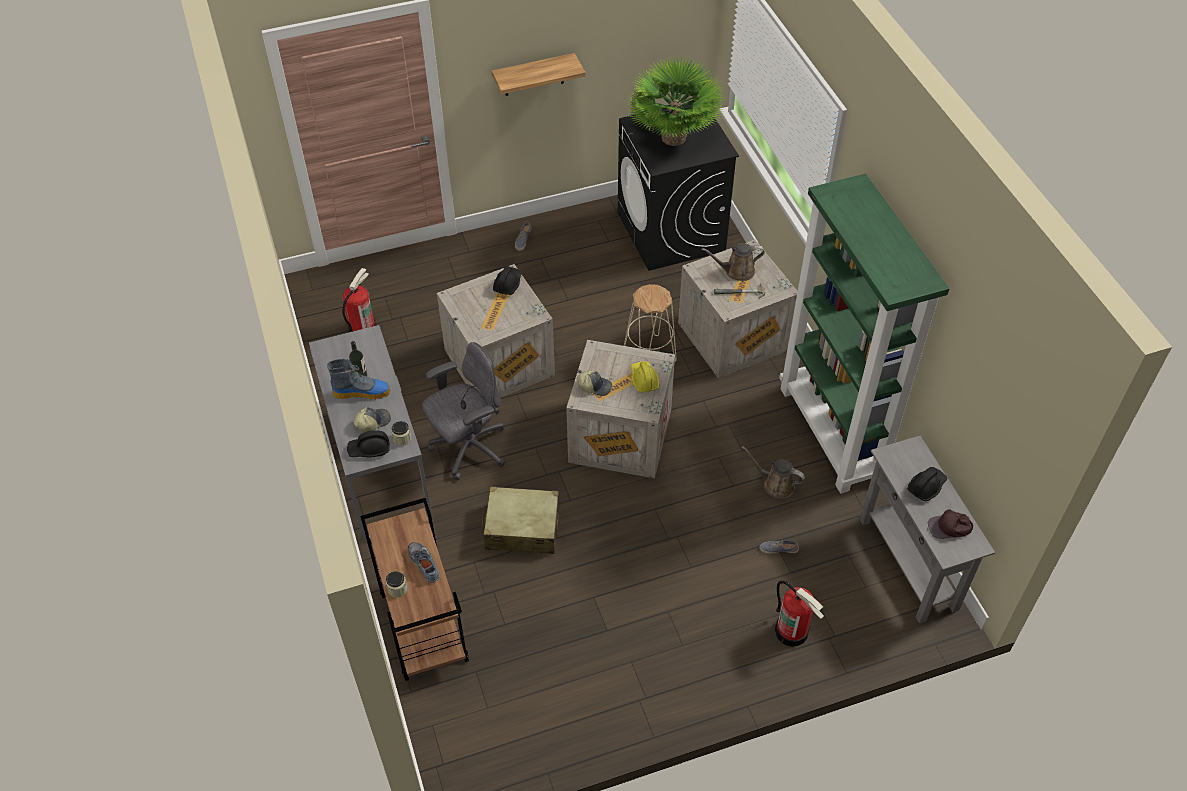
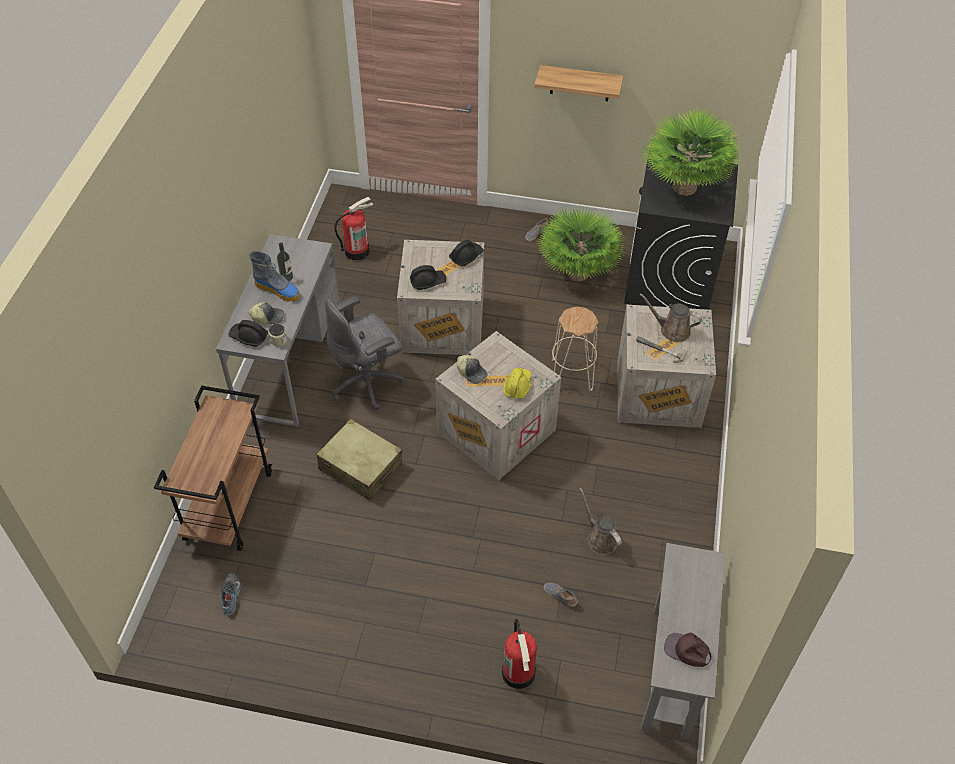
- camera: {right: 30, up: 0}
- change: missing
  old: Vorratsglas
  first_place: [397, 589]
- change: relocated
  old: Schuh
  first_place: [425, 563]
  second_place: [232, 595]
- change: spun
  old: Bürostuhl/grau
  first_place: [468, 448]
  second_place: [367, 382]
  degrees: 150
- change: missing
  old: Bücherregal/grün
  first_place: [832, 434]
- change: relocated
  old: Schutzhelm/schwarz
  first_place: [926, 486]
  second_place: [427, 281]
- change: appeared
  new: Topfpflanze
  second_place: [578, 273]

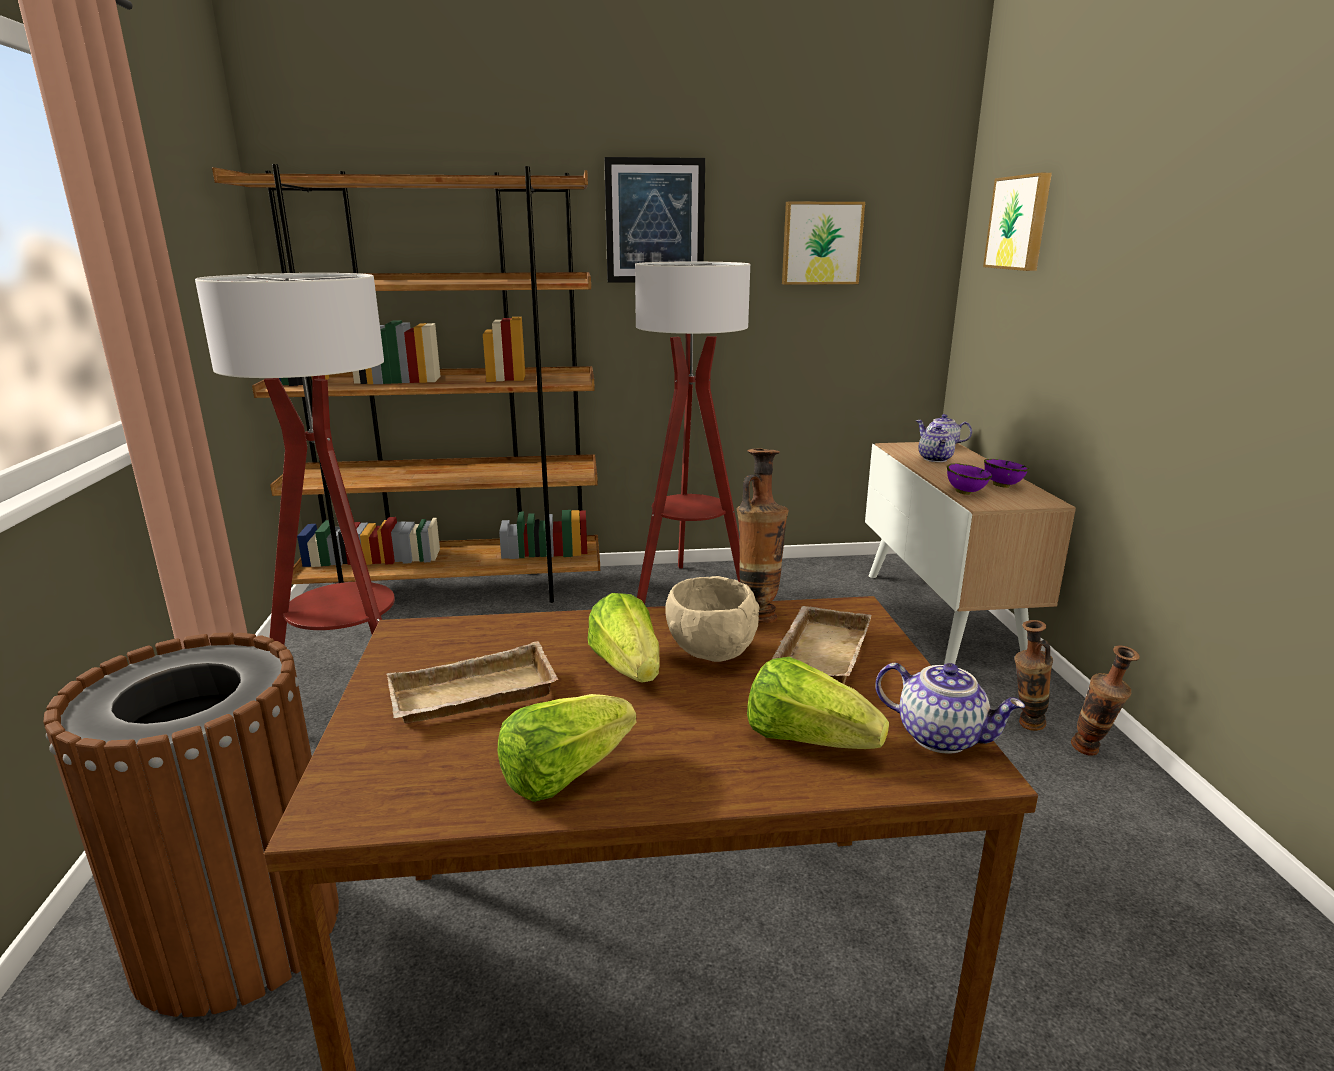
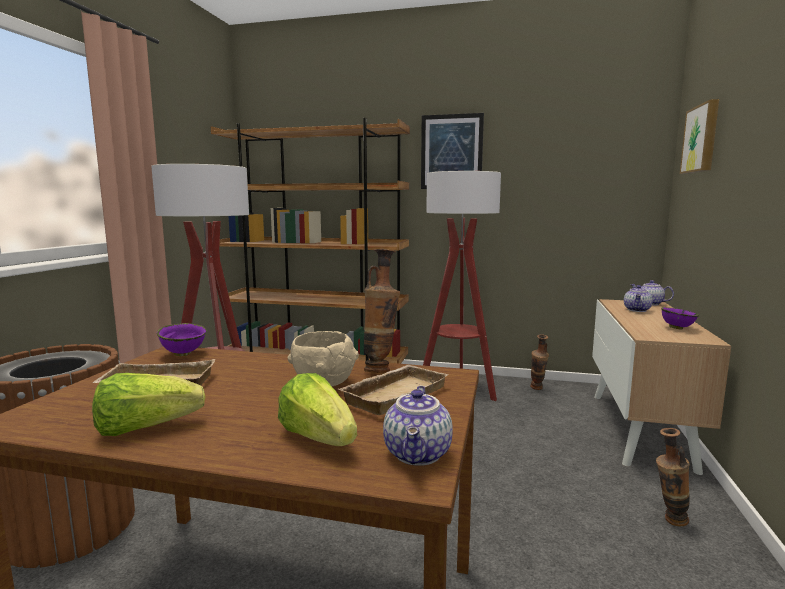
- camera: {right: 20, up: -10}
- change: missing
  old: Salatkopf
  first_place: [627, 667]
- change: missing
  old: Bild
  first_place: [821, 243]
- change: spun
  old: Teekanne
  first_place: [941, 736]
  second_place: [419, 454]
  degrees: 45
- change: relocated
  old: Schüssel/lila
  first_place: [965, 492]
  second_place: [184, 354]
- change: relocated
  old: Vase
  first_place: [1091, 753]
  second_place: [537, 389]

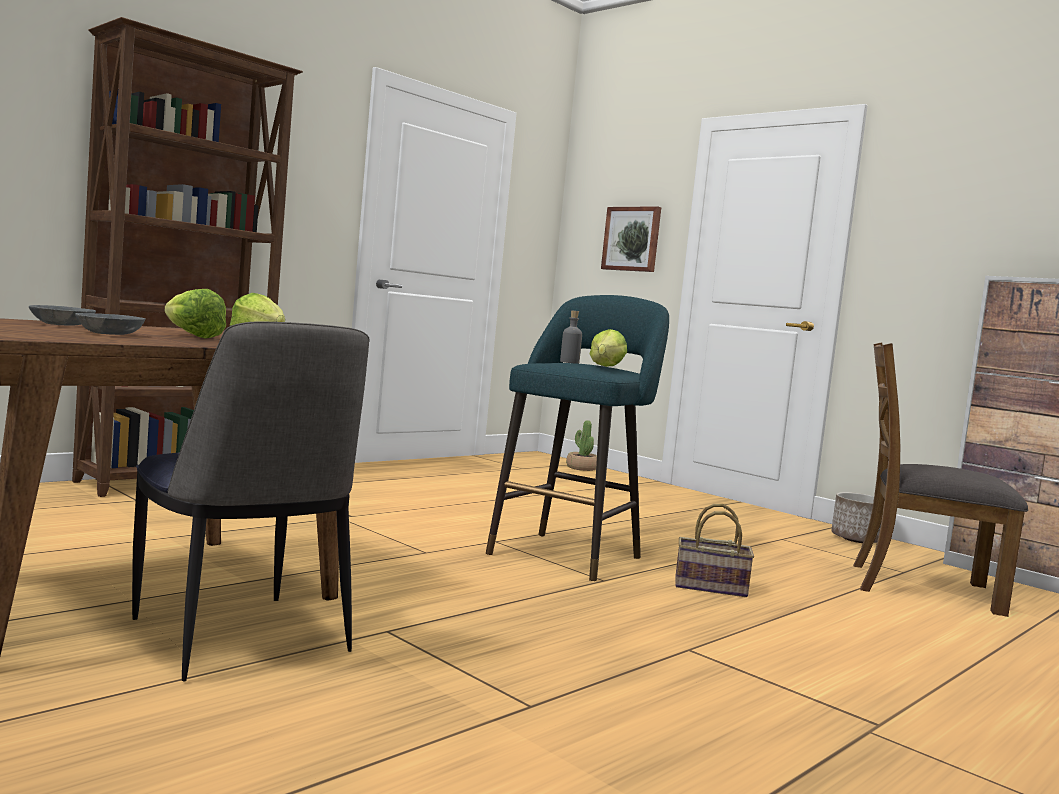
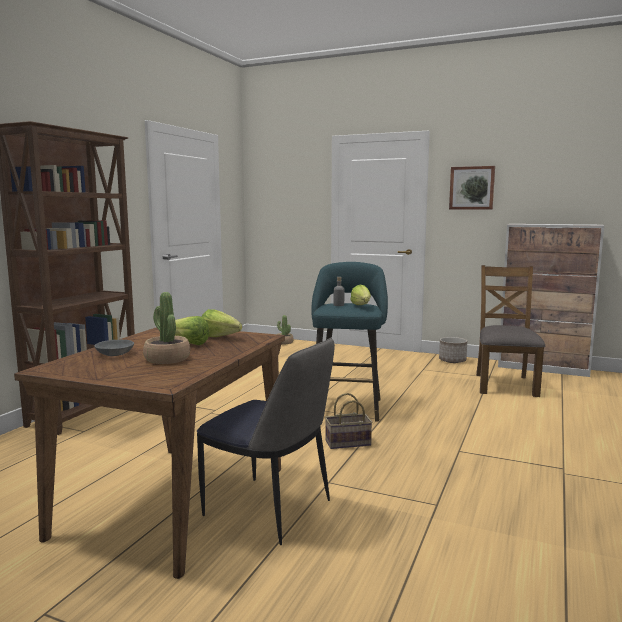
- camera: {right: -20, up: 5}
- change: exchanged
  old: Schüssel/grau
  new: Topfpflanze
  first_place: [108, 333]
  second_place: [167, 359]
- change: relocated
  old: Bild
  first_place: [632, 239]
  second_place: [472, 188]
- change: relocated
  old: Korb
  first_place: [708, 587]
  second_place: [347, 443]
- change: spun
  old: Stuhl/braun
  first_place: [922, 587]
  second_place: [504, 384]
  degrees: 105

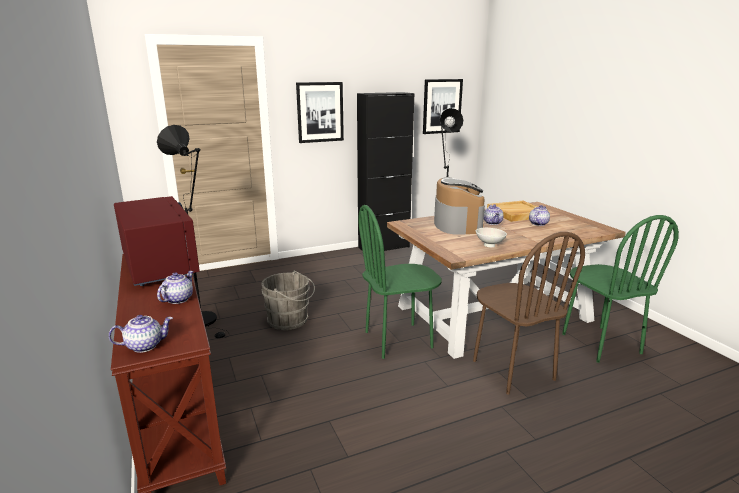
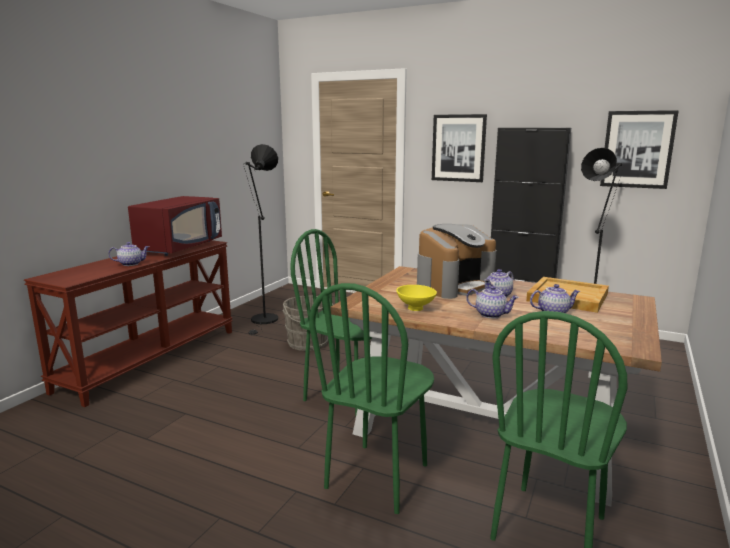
- camera: {right: 50, up: -5}
- change: relocated
  old: Teekanne
  first_place: [145, 345]
  second_place: [491, 314]
- change: colour
  old: Stuhl/braun
  new: Stuhl/grün
  first_place: [512, 370]
  second_place: [378, 476]
- change: colour
  old: Schüssel/weiß
  new: Schüssel/gelb
  first_place: [489, 245]
  second_place: [416, 308]

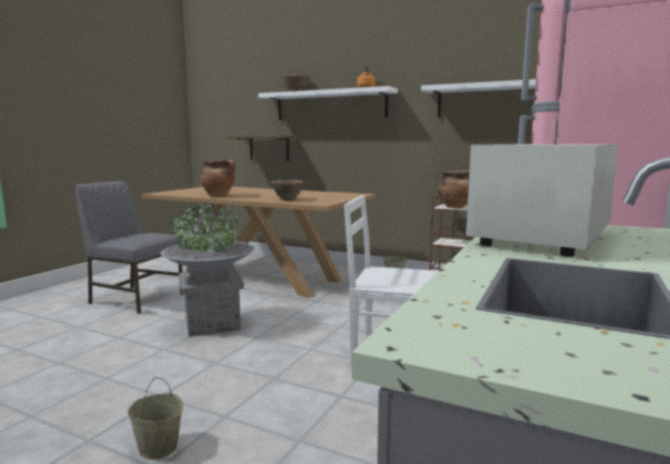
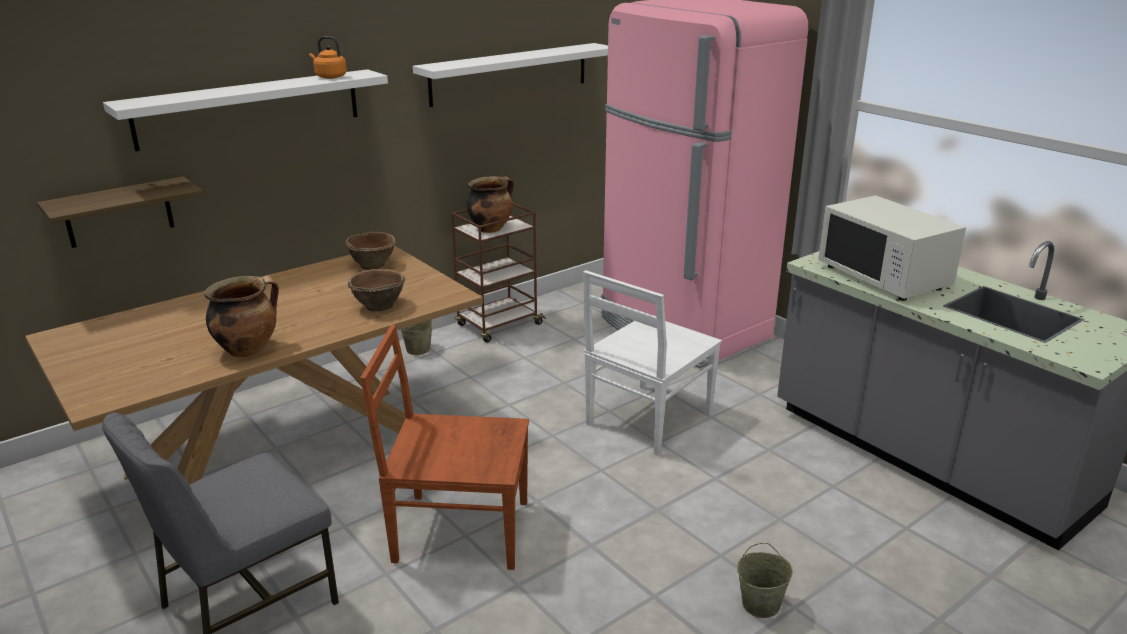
- camera: {right: -65, up: 15}
- change: exchanged
  old: Pflanzkübel/grau
  new: Stuhl/braun
  first_place: [212, 324]
  second_place: [458, 530]
- change: relocated
  old: Schüssel/braun
  first_place: [296, 92]
  second_place: [373, 265]

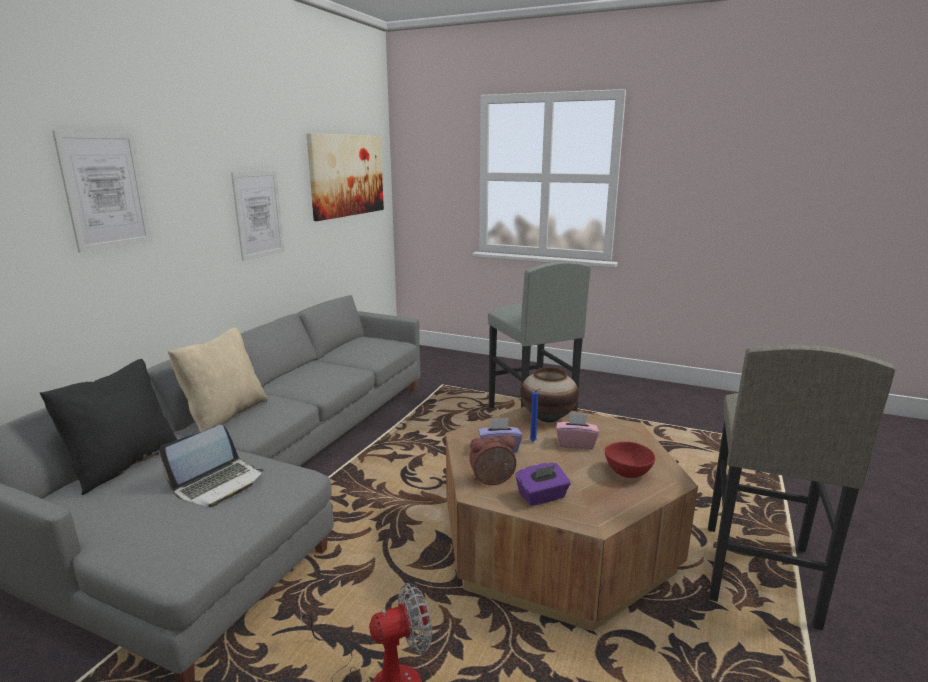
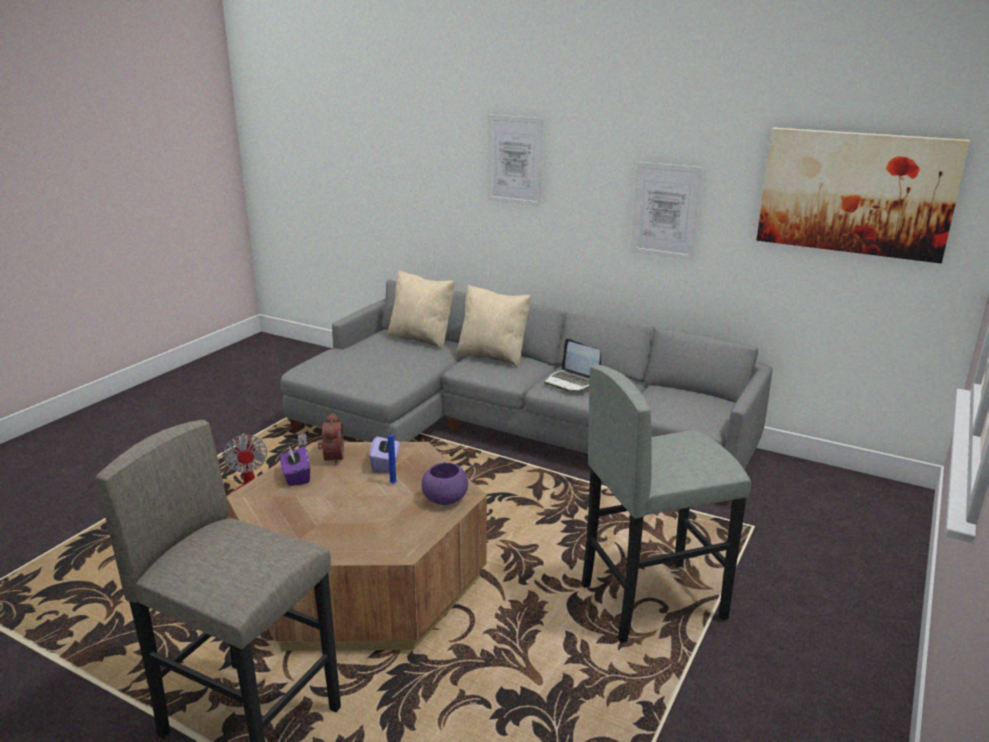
- camera: {right: 95, up: 5}
- change: colour
  old: Kissen/schwarz
  new: Kissen/beige
  first_place: [123, 464]
  second_place: [421, 339]
- change: relocated
  old: Laptop
  first_place: [218, 483]
  second_place: [571, 382]
- change: exchanged
  old: Vase
  new: Schüssel/lila
  first_place: [548, 417]
  second_place: [445, 499]
- change: missing
  old: Taschentuchbox/rosa
  first_place: [575, 443]
- change: missing
  old: Schüssel/rot
  first_place: [627, 473]

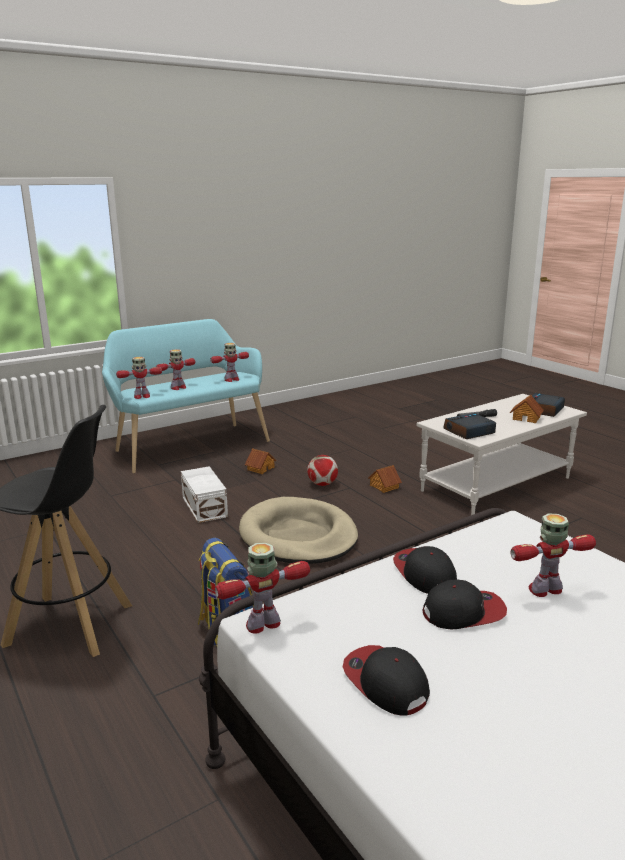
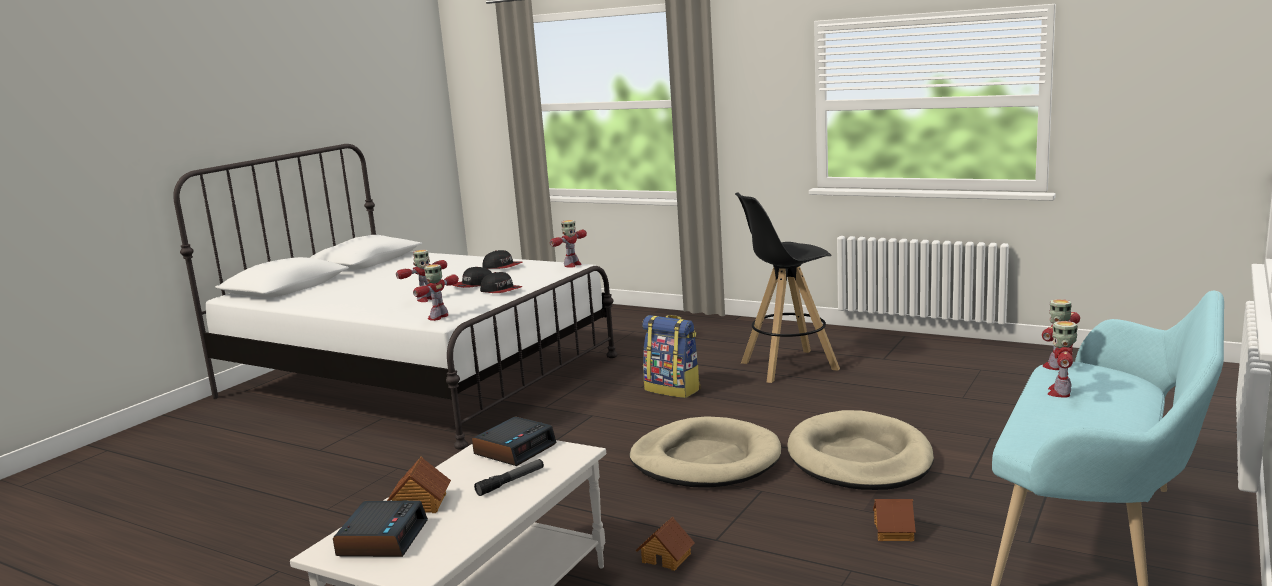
- camera: {right: 155, up: -5}
- change: exchanged
  old: Aufbewahrungsbox/weiß
  new: Hundebett/beige
  first_place: [205, 506]
  second_place: [859, 458]
- change: relocated
  old: Spielzeugroboter
  first_place: [231, 380]
  second_place: [439, 317]
- change: missing
  old: Fußball
  first_place: [322, 484]

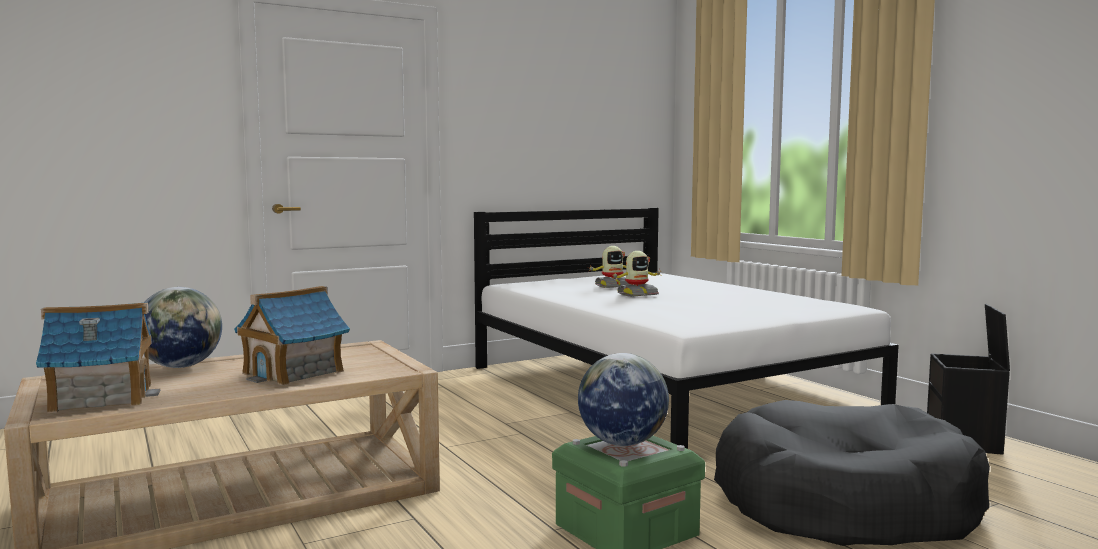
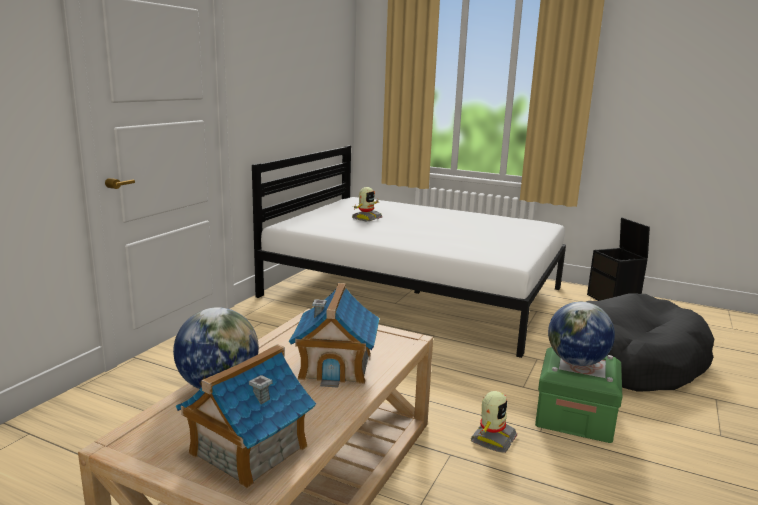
- camera: {right: -35, up: 10}
- change: relocated
  old: Spielzeugroboter
  first_place: [637, 294]
  second_place: [492, 439]

